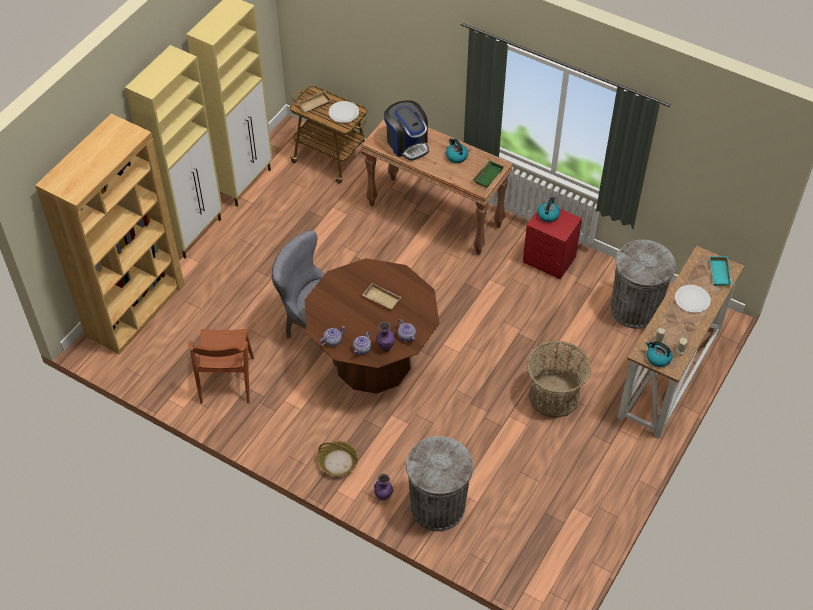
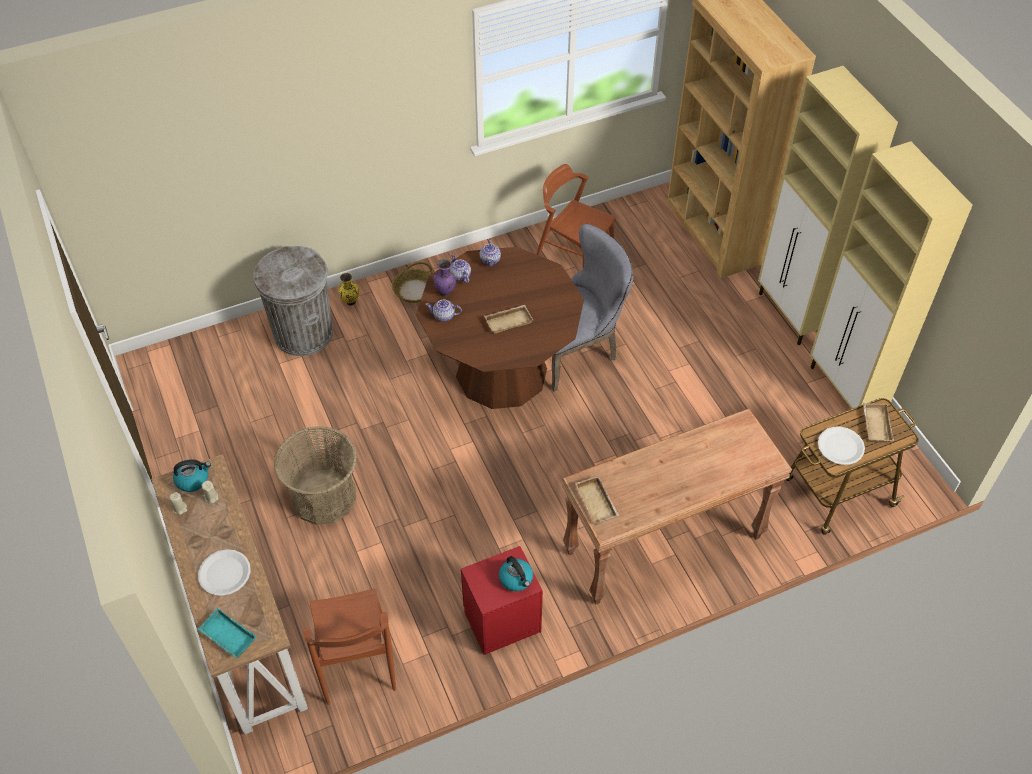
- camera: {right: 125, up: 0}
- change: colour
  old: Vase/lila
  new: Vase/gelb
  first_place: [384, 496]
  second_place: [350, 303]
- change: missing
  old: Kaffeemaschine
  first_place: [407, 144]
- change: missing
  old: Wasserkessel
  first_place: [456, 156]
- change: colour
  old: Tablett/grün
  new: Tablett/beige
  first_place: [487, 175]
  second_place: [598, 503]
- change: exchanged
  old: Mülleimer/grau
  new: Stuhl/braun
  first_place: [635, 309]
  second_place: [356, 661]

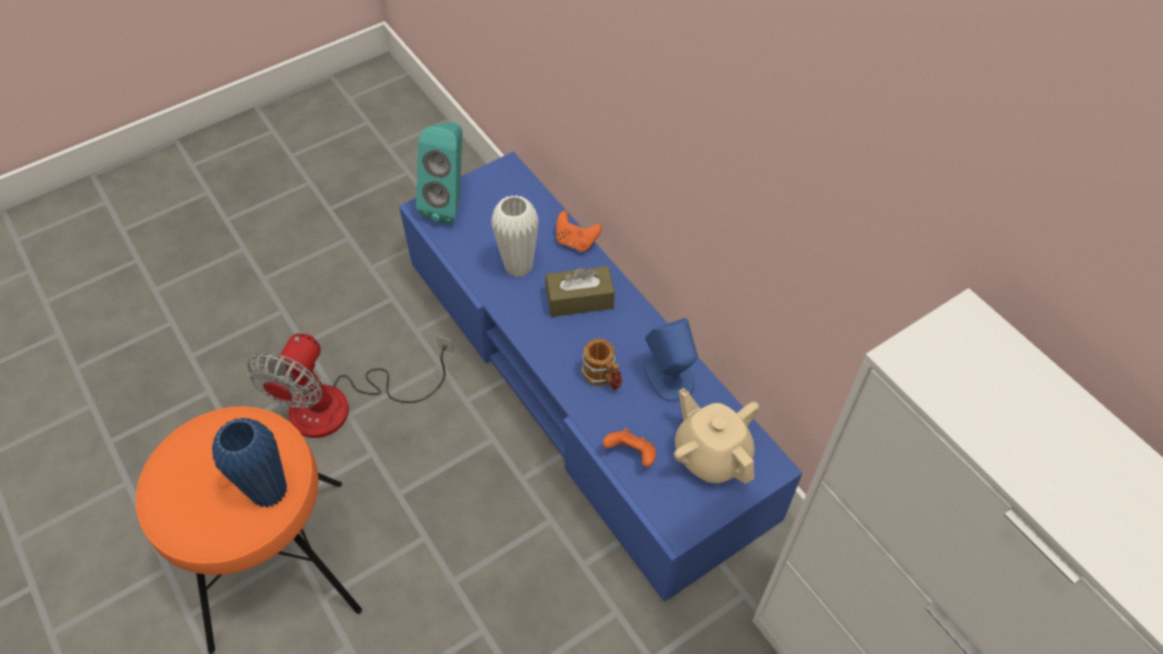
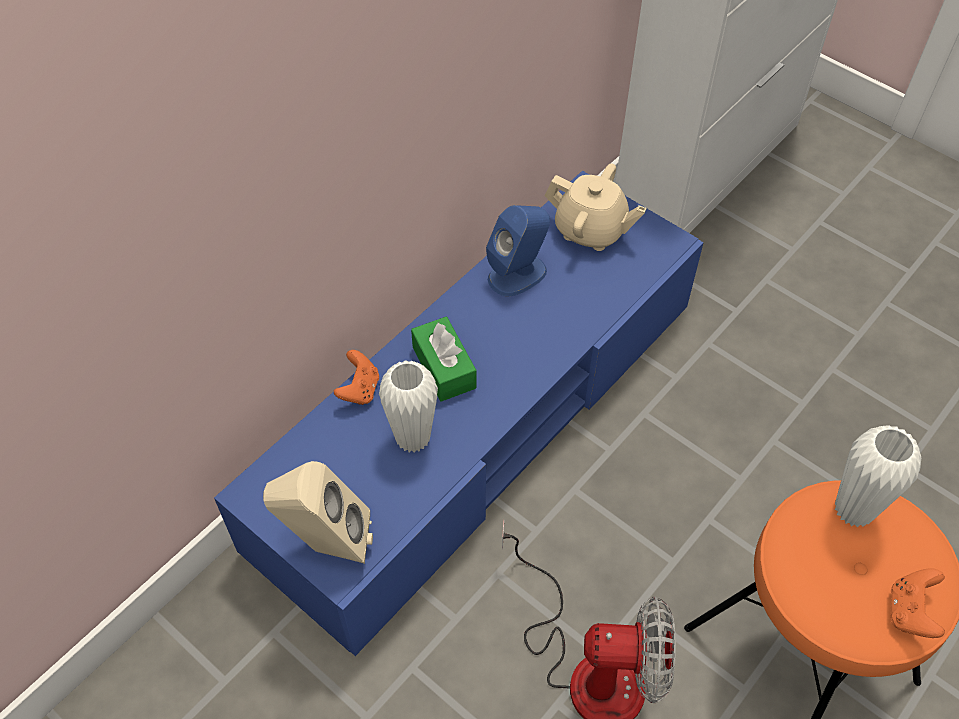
- camera: {right: -105, up: 0}
- change: colour
  old: Vase/blau
  new: Vase/weiß
  first_place: [269, 491]
  second_place: [854, 509]
- change: colour
  old: Lautsprecher/türkis
  new: Lautsprecher/beige
  first_place: [449, 204]
  second_place: [327, 545]
- change: colour
  old: Taschentuchbox/braun
  new: Taschentuchbox/grün
  first_place: [579, 299]
  second_place: [444, 367]
- change: missing
  old: Henkelbecher
  first_place: [603, 378]
- change: relocated
  old: Gamepad/orange
  first_place: [631, 454]
  second_place: [910, 612]
- change: spun
  old: Teekanne/beige
  first_place: [711, 454]
  second_place: [590, 230]
  degrees: -105

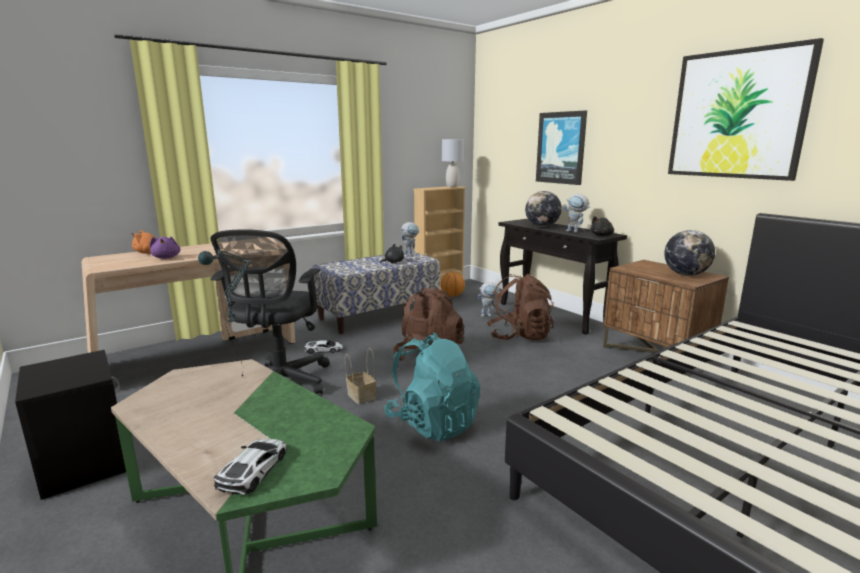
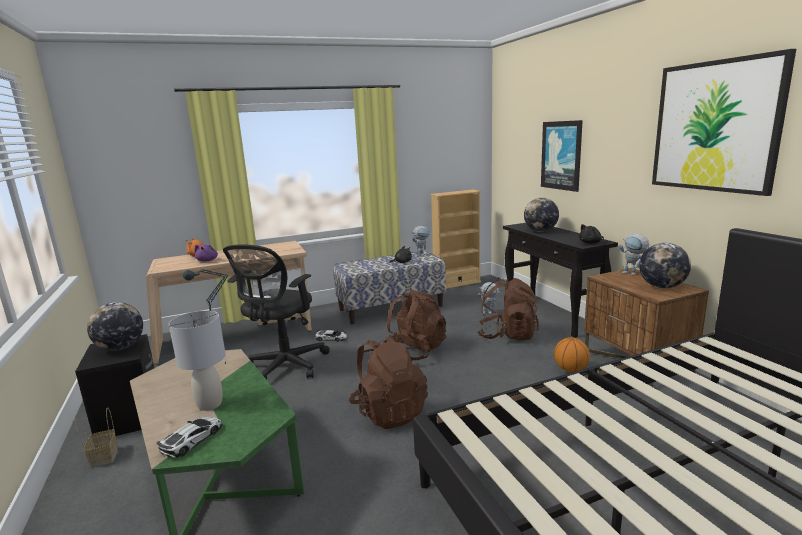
- camera: {right: 15, up: 0}
- change: relocated
  old: Korb
  first_place: [360, 396]
  second_place: [103, 456]
- change: colour
  old: Rucksack/türkis
  new: Rucksack/braun
  first_place: [432, 423]
  second_place: [389, 412]
- change: relocated
  old: Basketball
  first_place: [452, 296]
  second_place: [570, 369]
- change: relocated
  old: Tischlampe/grau
  first_place: [452, 186]
  second_place: [210, 404]
- change: relocated
  old: Spielzeugroboter
  first_place: [575, 231]
  second_place: [633, 274]
- change: appeared
  new: Globus
  second_place: [120, 348]

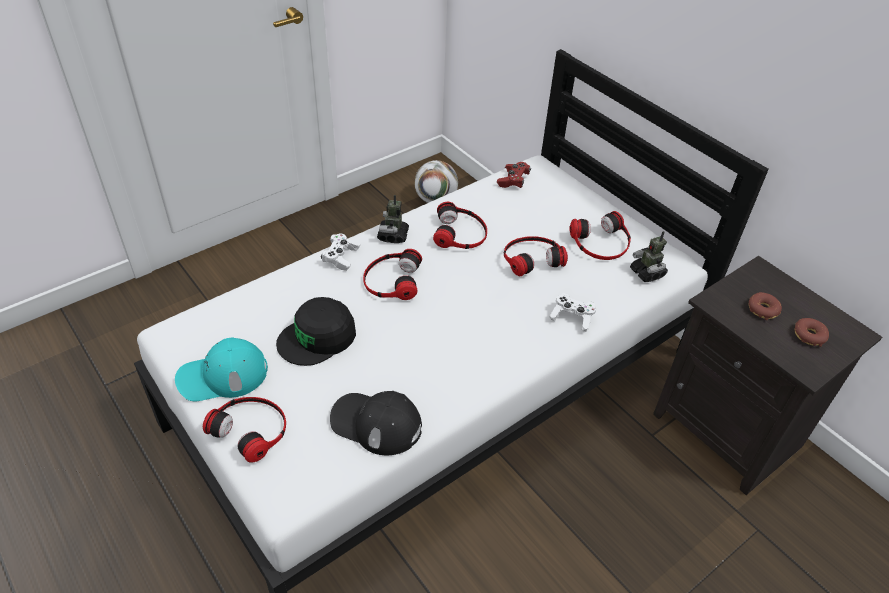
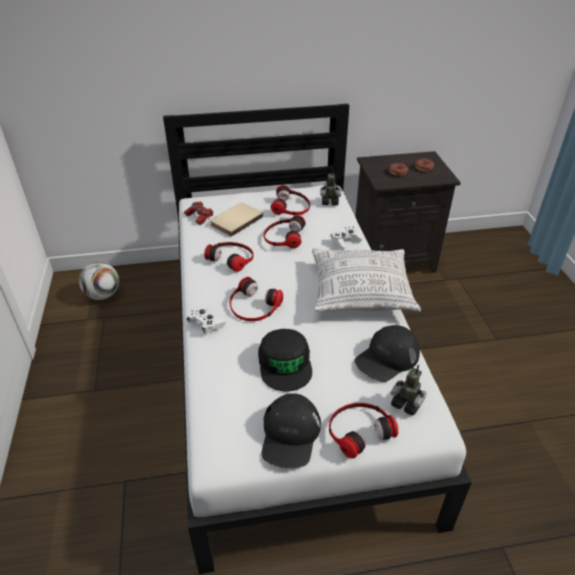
- camera: {right: -60, up: -5}
- change: colour
  old: Kappe/türkis
  new: Kappe/schwarz
  first_place: [222, 375]
  second_place: [290, 434]
- change: relocated
  old: Spielzeugroboter
  first_place: [393, 236]
  second_place: [407, 403]
- change: appeared
  new: Buch/beige
  second_place: [235, 220]
- change: appeared
  new: Kissen
  second_place: [361, 292]

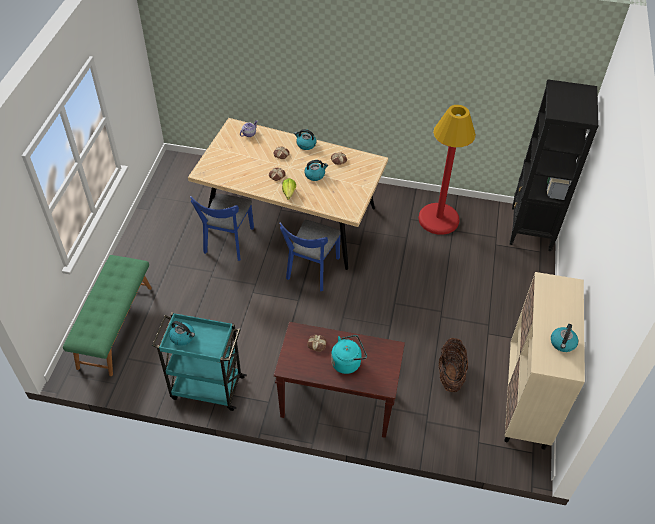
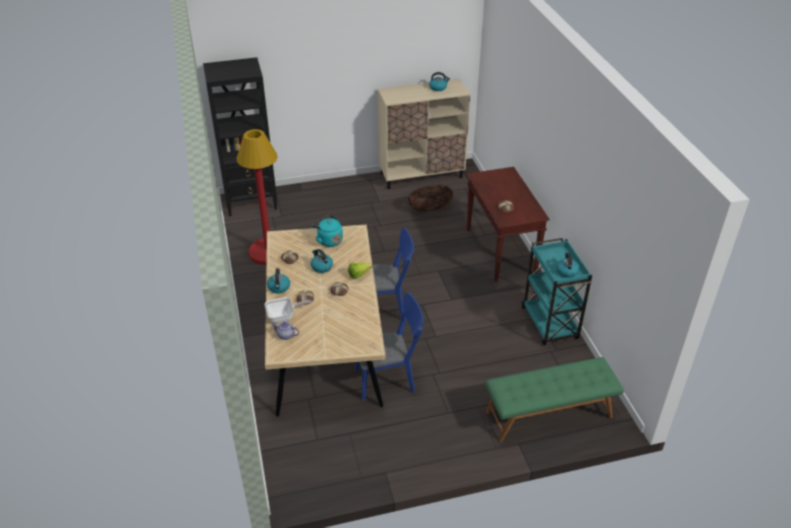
- camera: {right: -115, up: -10}
- change: relocated
  old: Wasserkessel/türkis
  first_place: [347, 362]
  second_place: [328, 240]
- change: appeared
  new: Pfanne
  second_place: [284, 316]

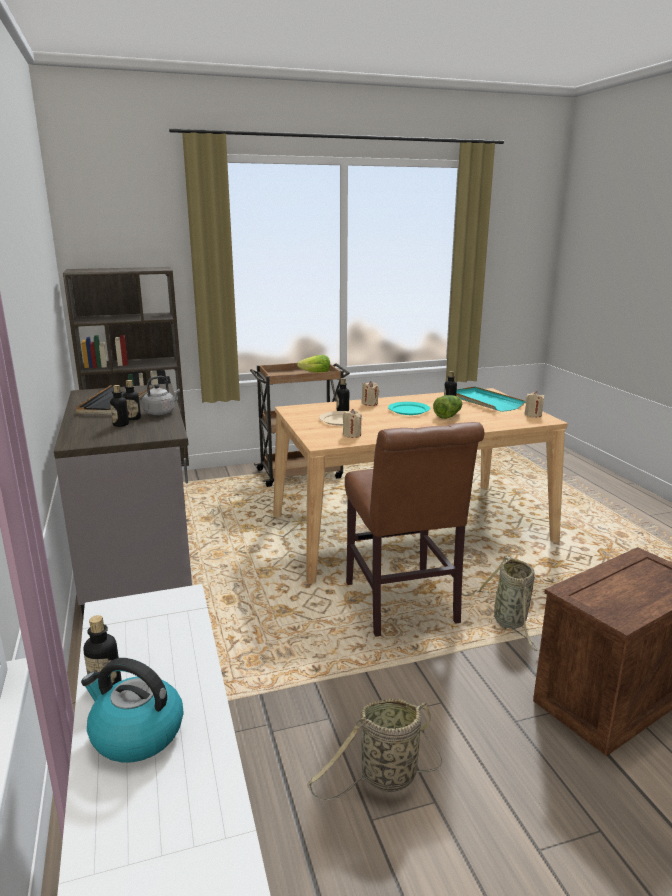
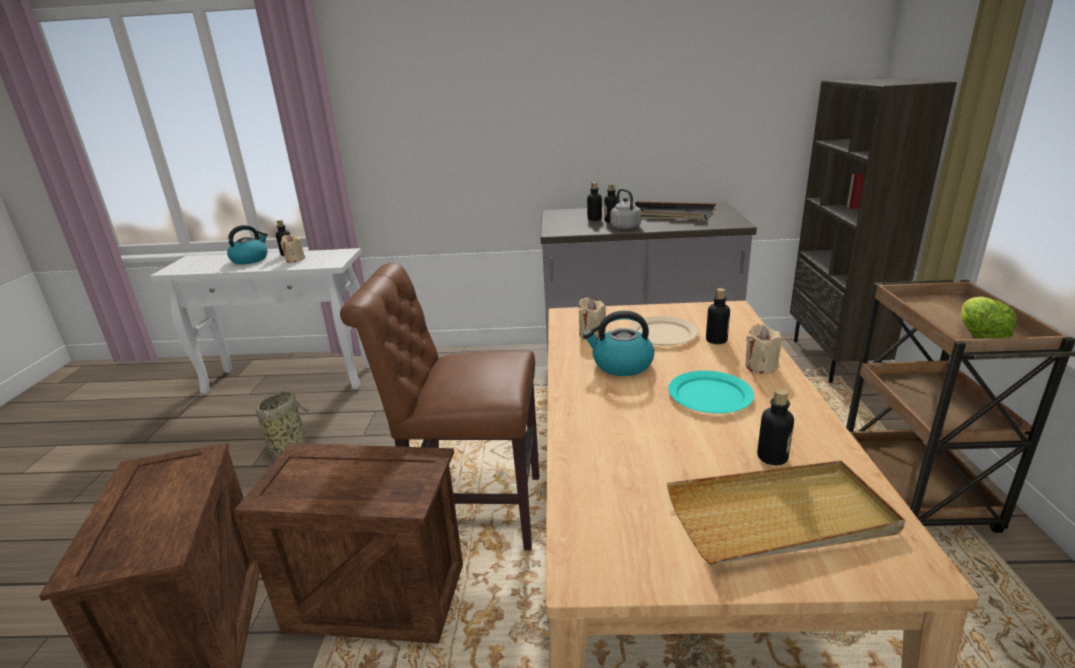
- camera: {right: 110, up: 5}
- change: missing
  old: Salatkopf
  first_place: [448, 415]
- change: colour
  old: Tablett/türkis
  new: Tablett/beige
  first_place: [484, 401]
  second_place: [780, 517]
- change: exchanged
  old: Korb
  new: Kiste
  first_place: [511, 622]
  second_place: [374, 598]
- change: relocated
  old: Kerze/beige
  first_place: [533, 415]
  second_place: [295, 259]
- change: appeared
  new: Wasserkessel
  second_place: [621, 365]

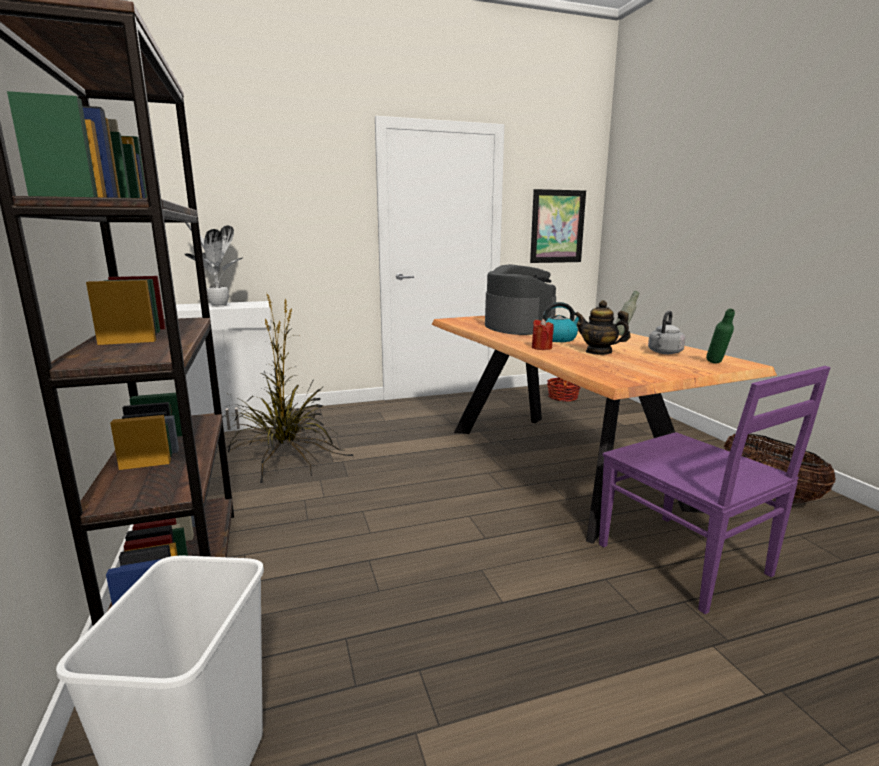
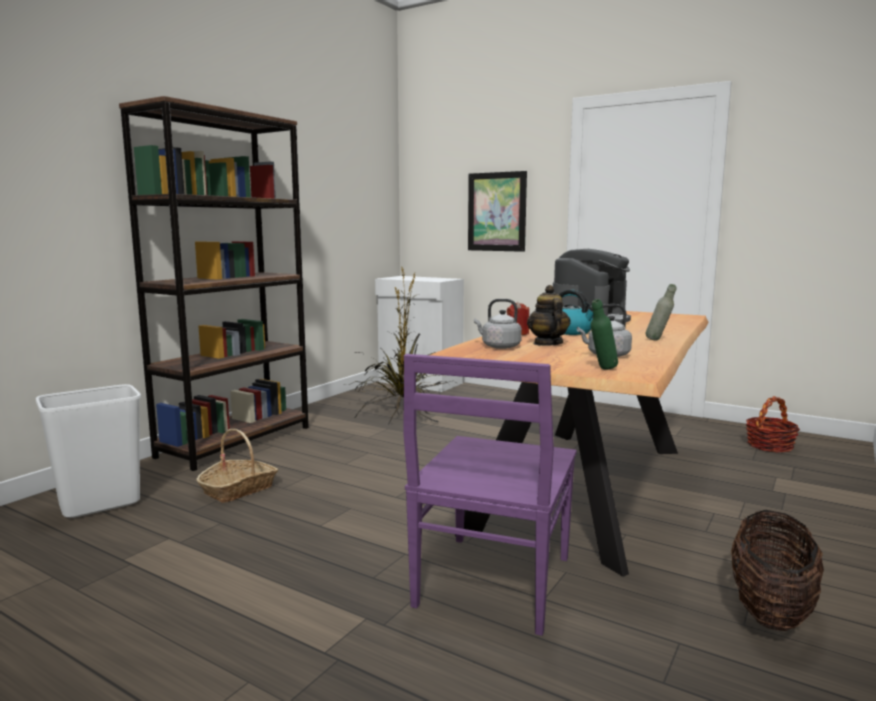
- camera: {right: 50, up: -5}
- change: missing
  old: Topfpflanze
  first_place: [217, 305]
- change: relocated
  old: Bild
  first_place: [557, 226]
  second_place: [496, 212]
- change: appeared
  new: Korb
  second_place: [239, 489]
- change: appeared
  new: Wasserkessel/grau
  second_place: [499, 346]

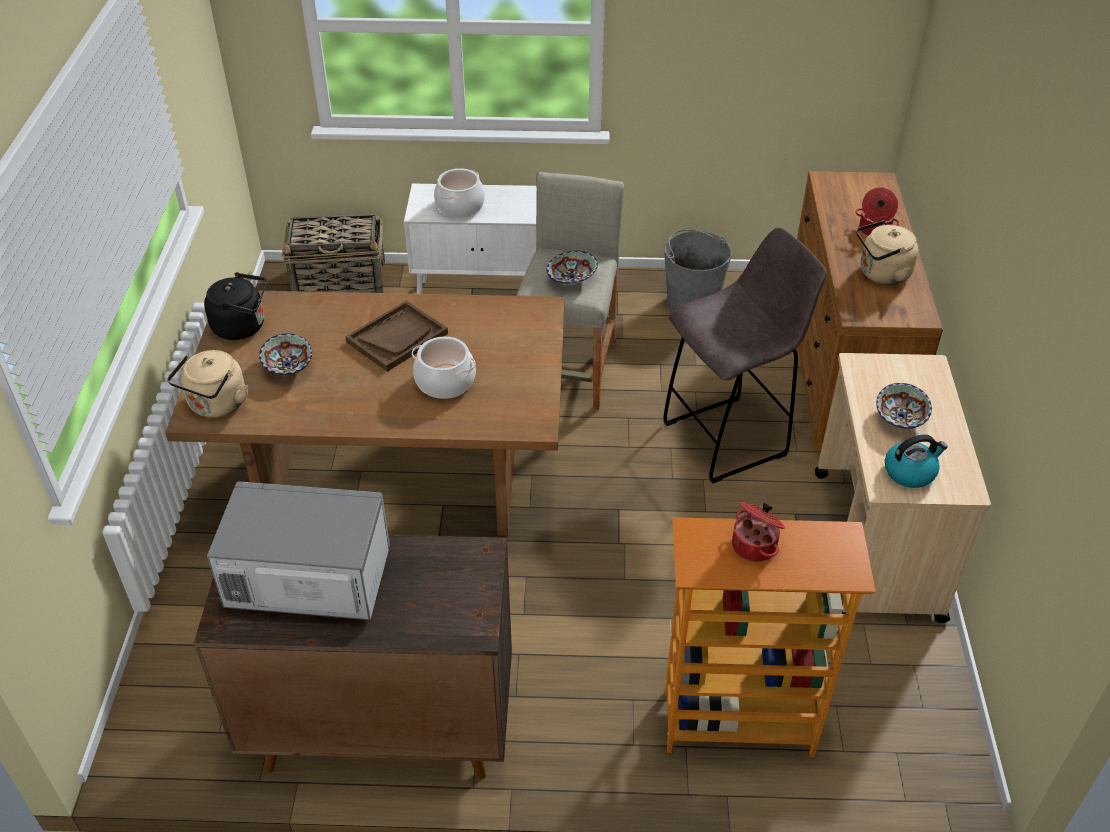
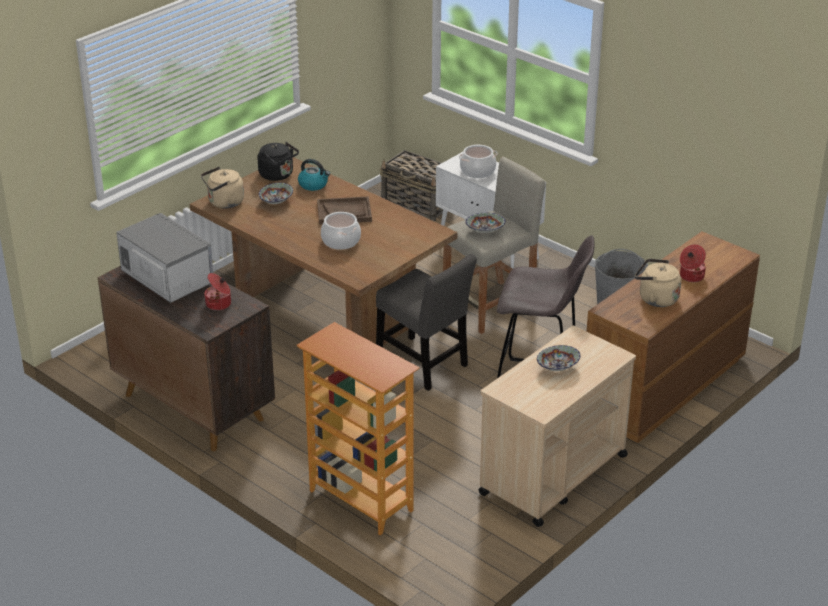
- camera: {right: 40, up: -10}
- change: relocated
  old: Kochtopf
  first_place: [755, 545]
  second_place: [219, 304]
- change: relocated
  old: Wasserkessel
  first_place: [910, 472]
  second_place: [313, 185]
- change: appeared
  new: Stuhl/grau
  second_place: [424, 364]

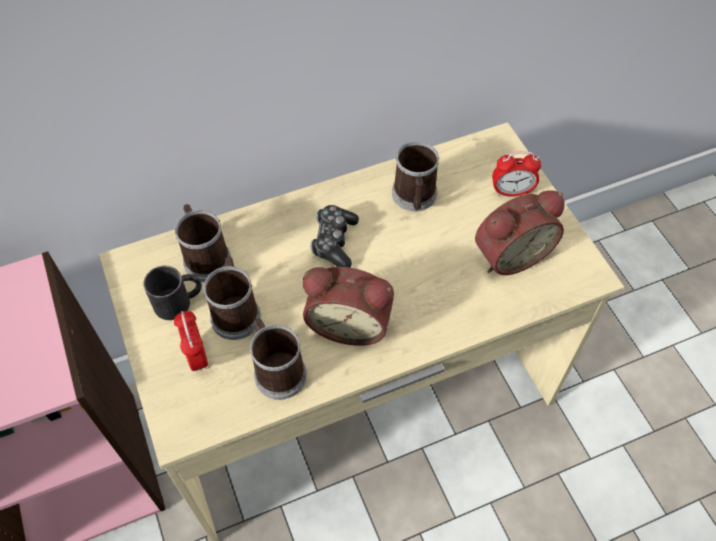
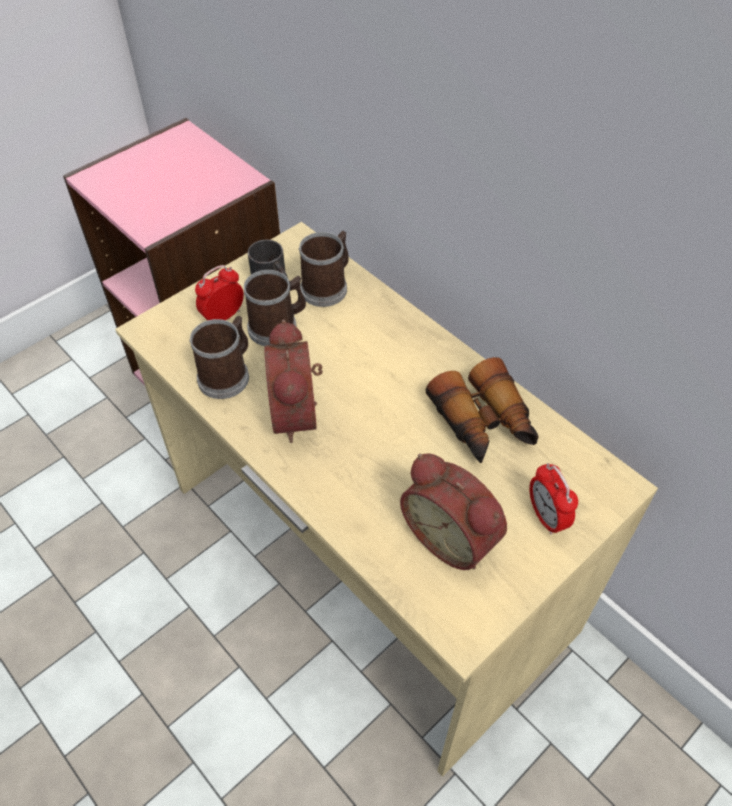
- camera: {right: 70, up: -5}
- change: missing
  old: Gamepad
  first_place: [334, 242]
- change: exchanged
  old: Henkelbecher
  new: Fernglas
  first_place: [414, 198]
  second_place: [484, 424]

